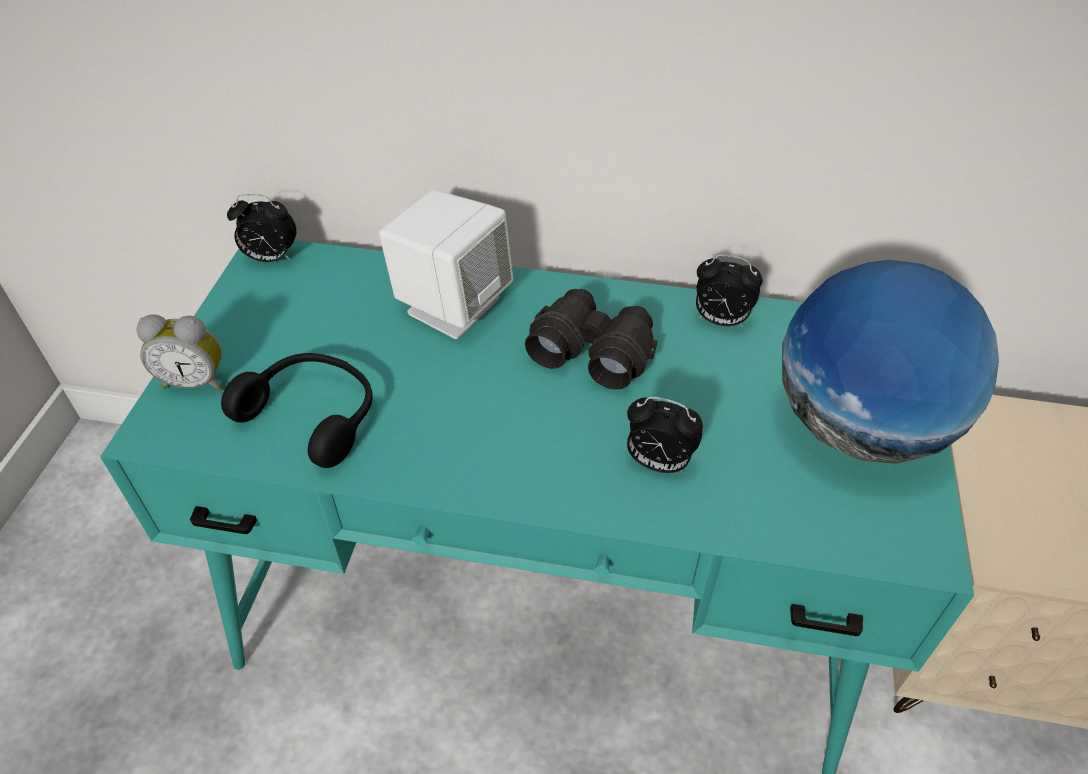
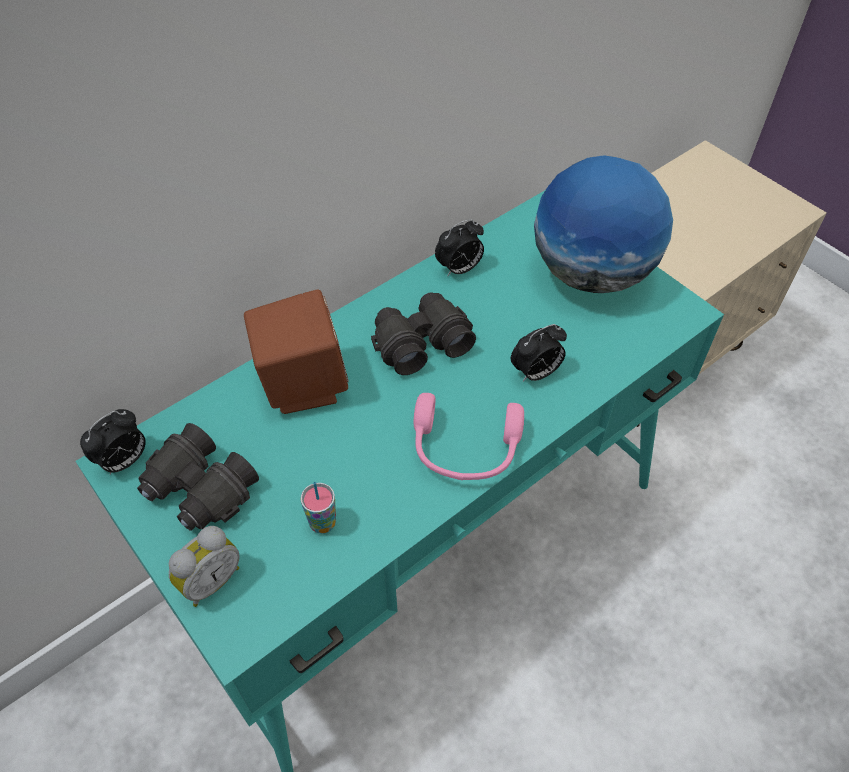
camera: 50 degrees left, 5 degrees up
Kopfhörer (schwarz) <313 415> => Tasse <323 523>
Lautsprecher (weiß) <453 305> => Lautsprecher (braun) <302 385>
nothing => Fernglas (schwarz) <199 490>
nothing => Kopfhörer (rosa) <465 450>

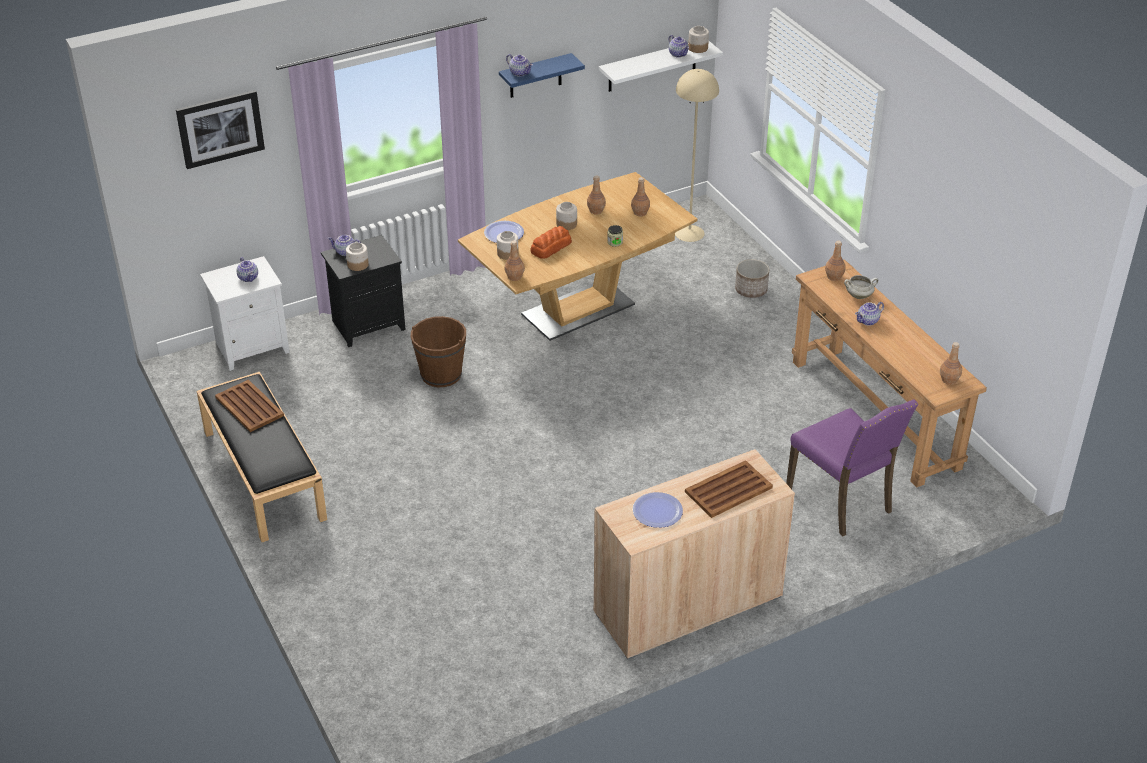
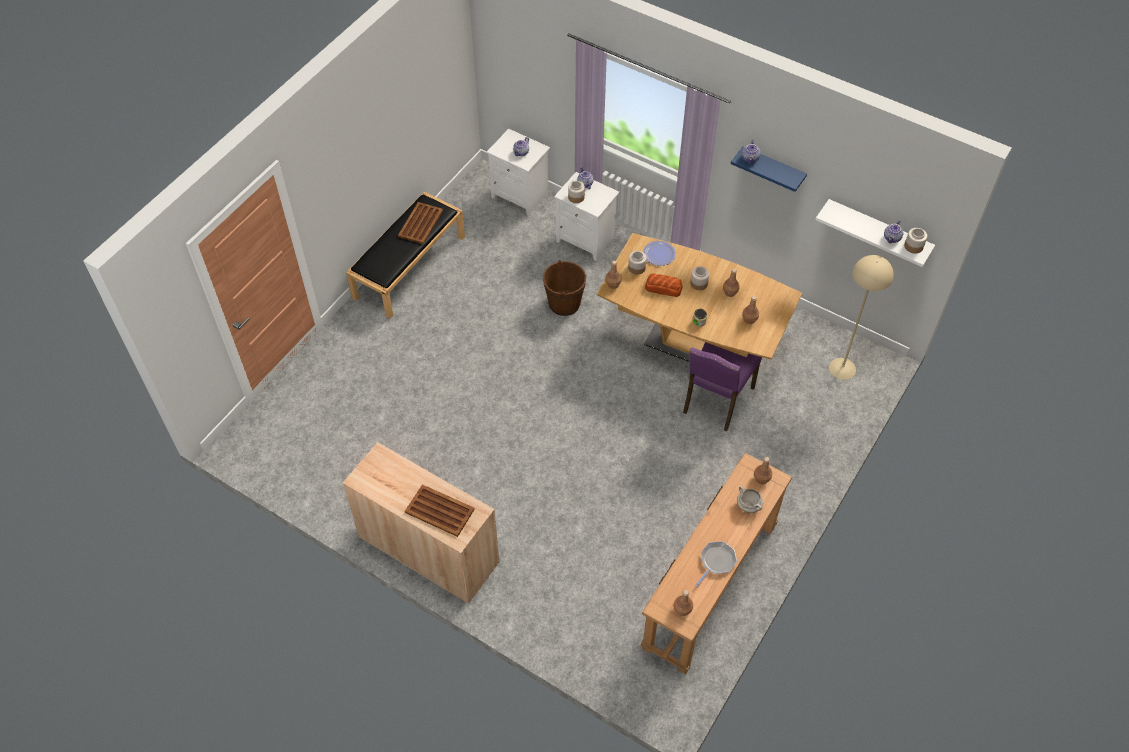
camera: 60 degrees right, 15 degrees up
Bild <220 128> => nothing
Nachttisch (schwarz) <368 324> => Nachttisch (weiß) <587 239>
Teller <657 511> => nothing
Pflanzkübel <751 290> => nothing
Stuhl (lila) <842 501> => Stuhl (lila) <716 400>, move
Teekanne <868 321> => nothing
nothing => Pfanne <716 561>

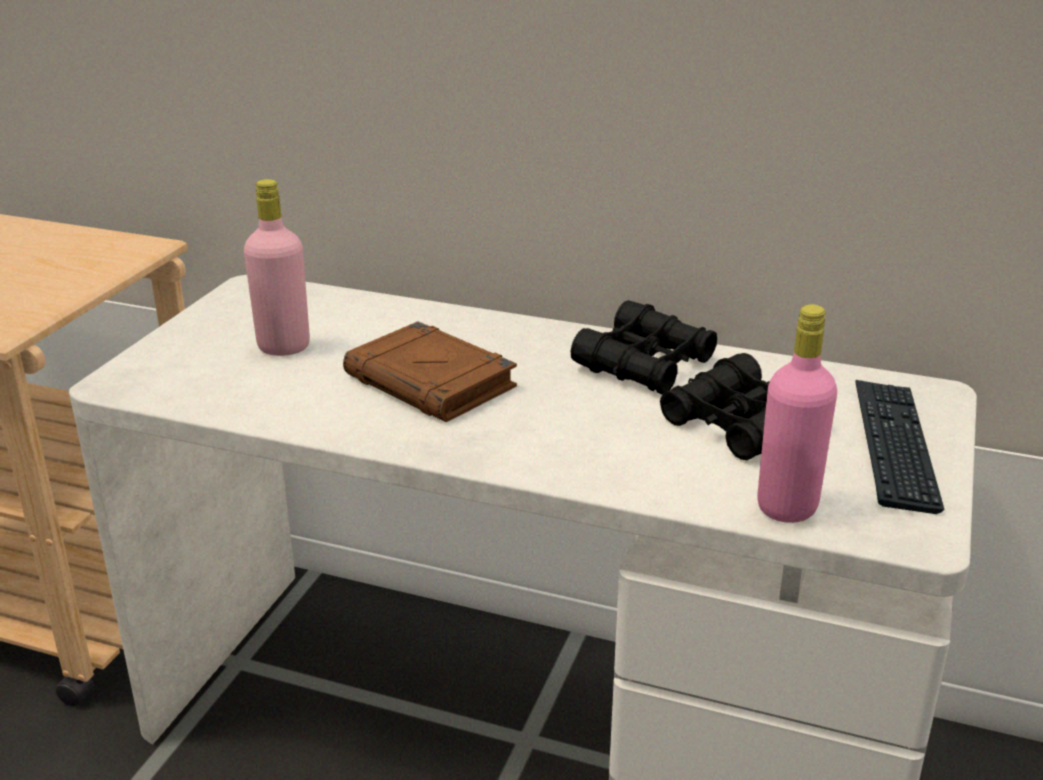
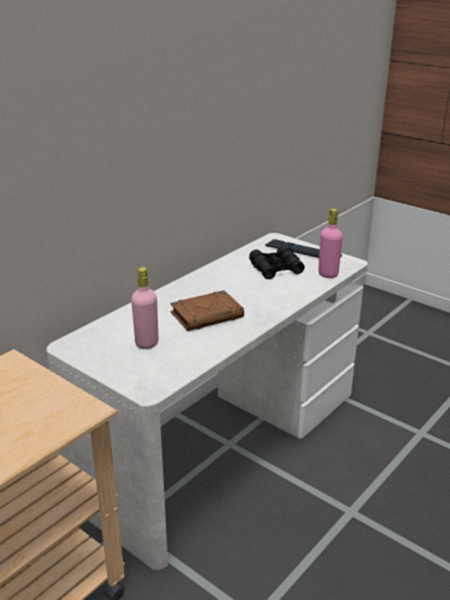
camera: 70 degrees left, 0 degrees up
Fernglas (schwarz) <645 364> => nothing

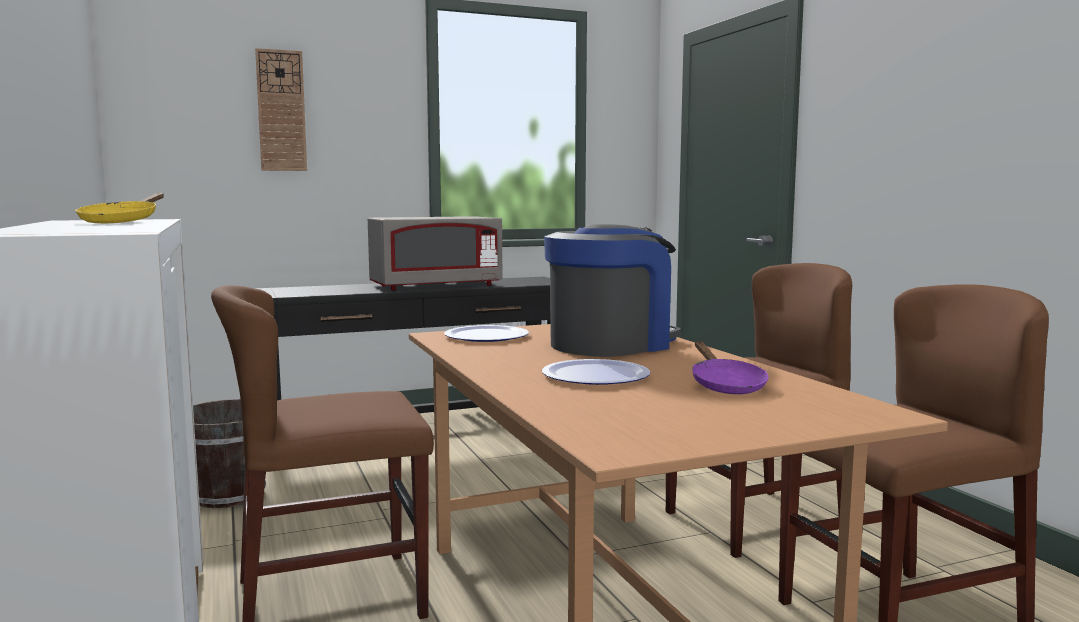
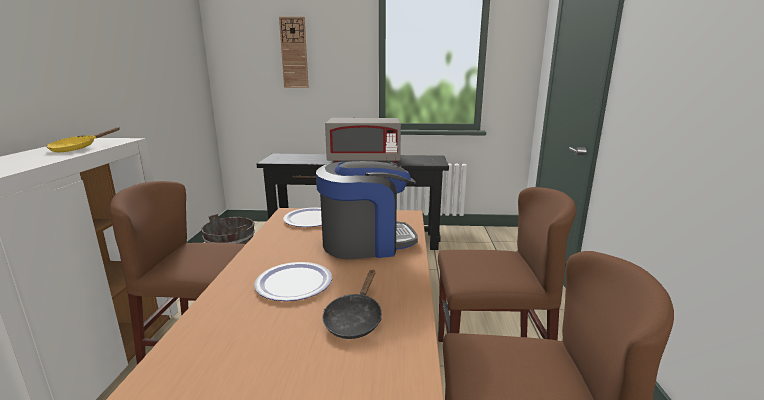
camera: 25 degrees right, 10 degrees up
Pfanne (lila) <725 385> => Pfanne (schwarz) <354 319>

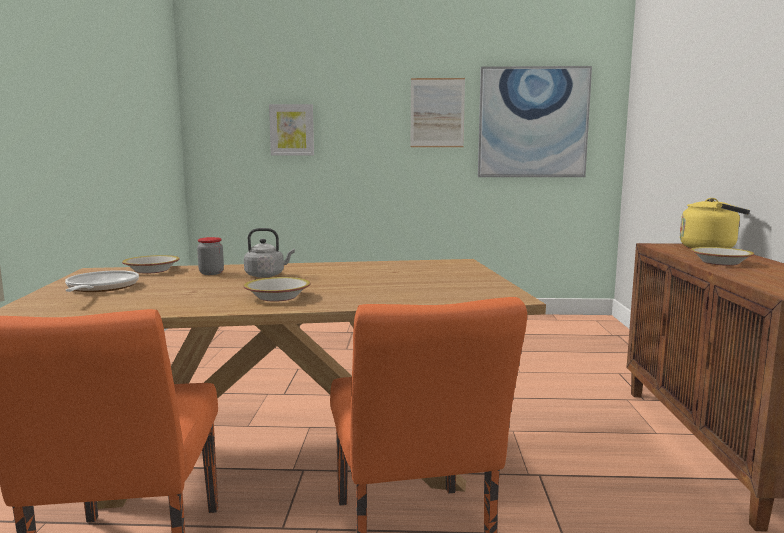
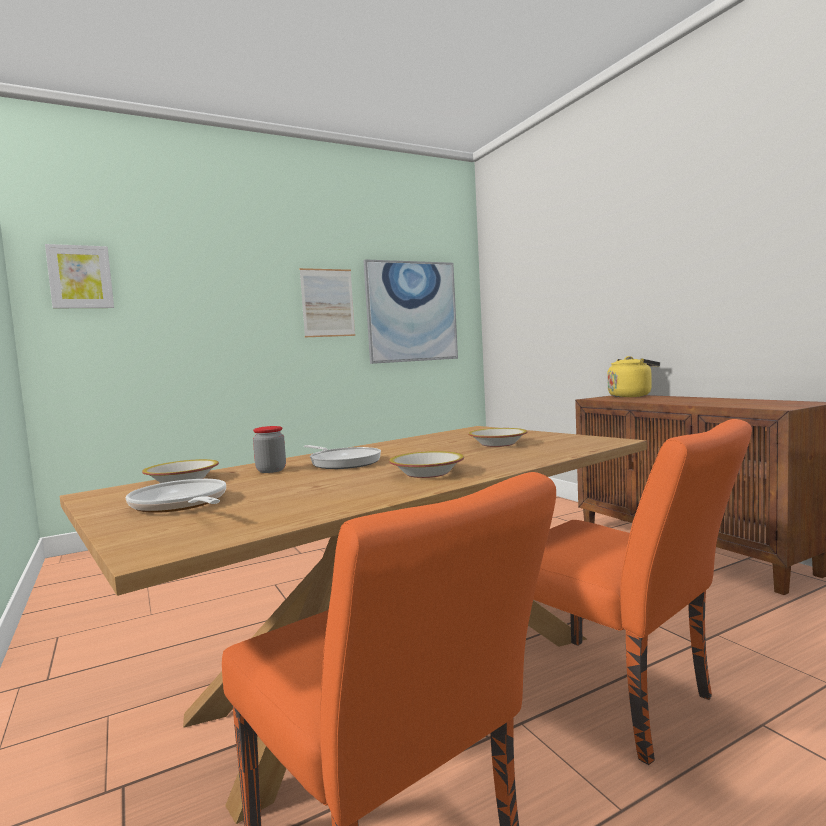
camera: 30 degrees left, 5 degrees down
Wasserkessel (grau) <267 275> => Pfanne <343 462>
Bild <292 130> => Bild <80 277>, move
Schüssel <720 262> => Schüssel <497 444>, move

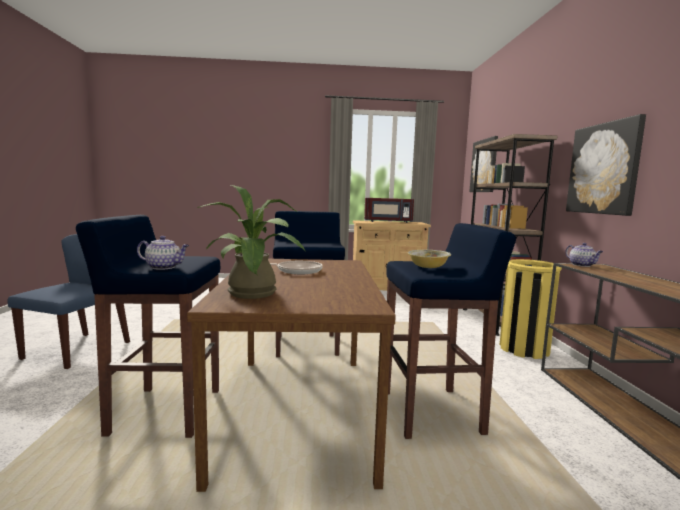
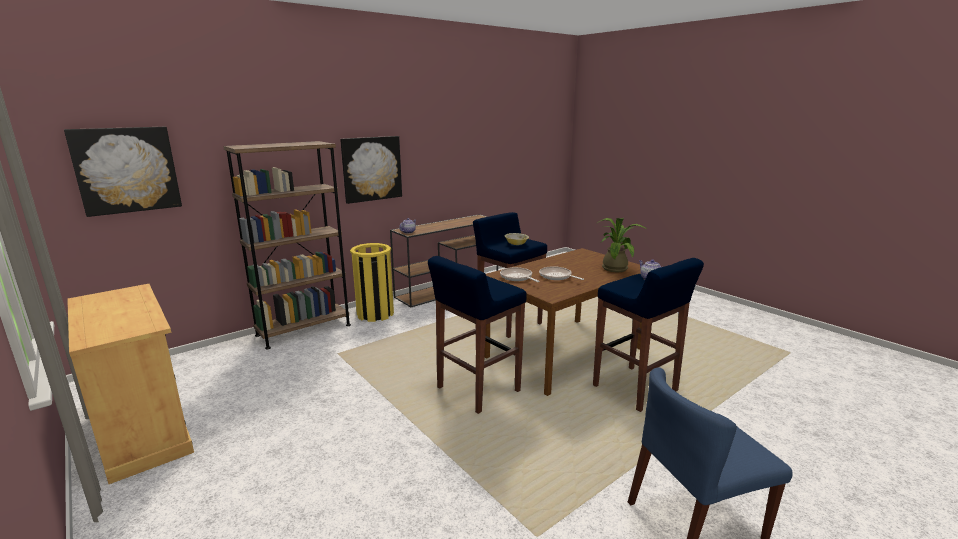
camera: 125 degrees left, 10 degrees up
Mikrowelle (rot) <388 222> => nothing
nothing => Pfanne <517 277>

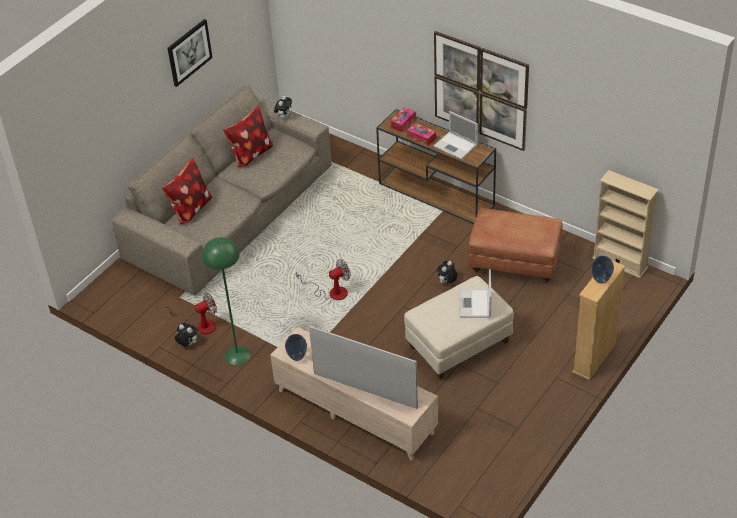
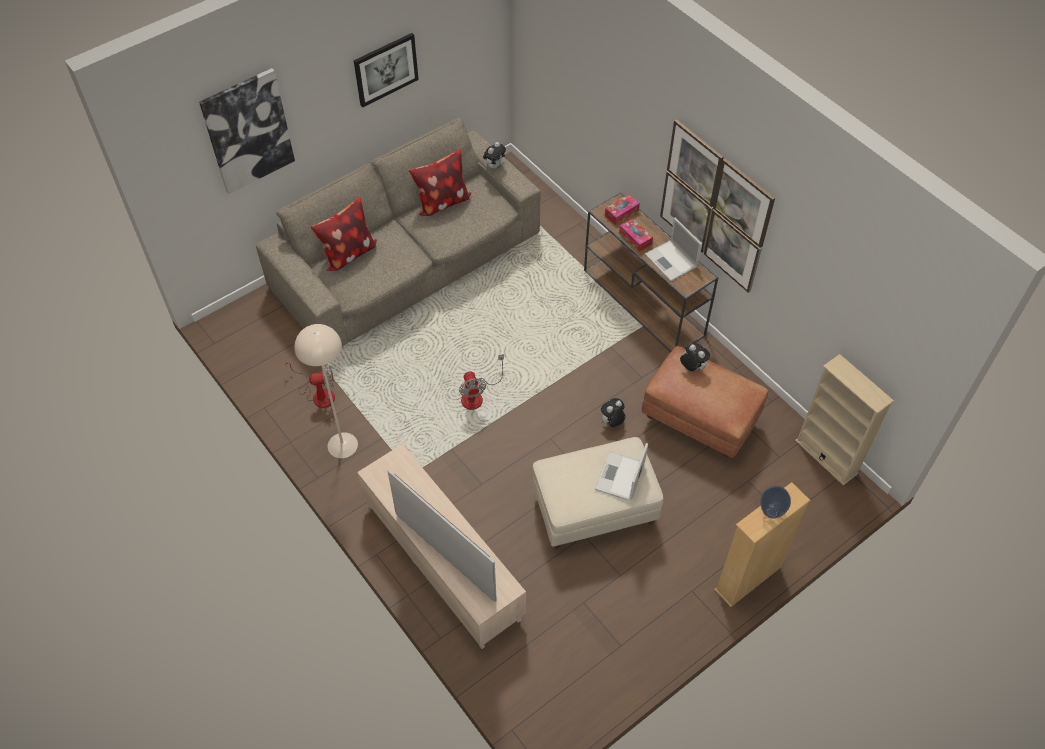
camera: 15 degrees right, 10 degrees up
Plüschtier <187 344> => Plüschtier <692 367>, move
Stehlampe (grün) <237 355> => Stehlampe (beige) <342 445>
Vase <297 357> => nothing
Ventilator <331 292> => Ventilator <477 395>, 90 degrees clockwise
nothing => Bild <248 131>

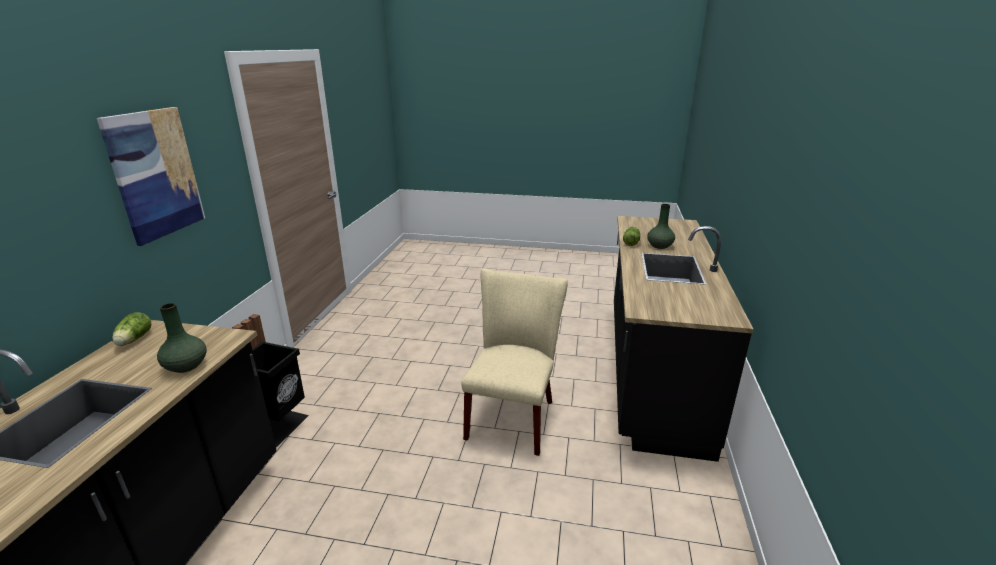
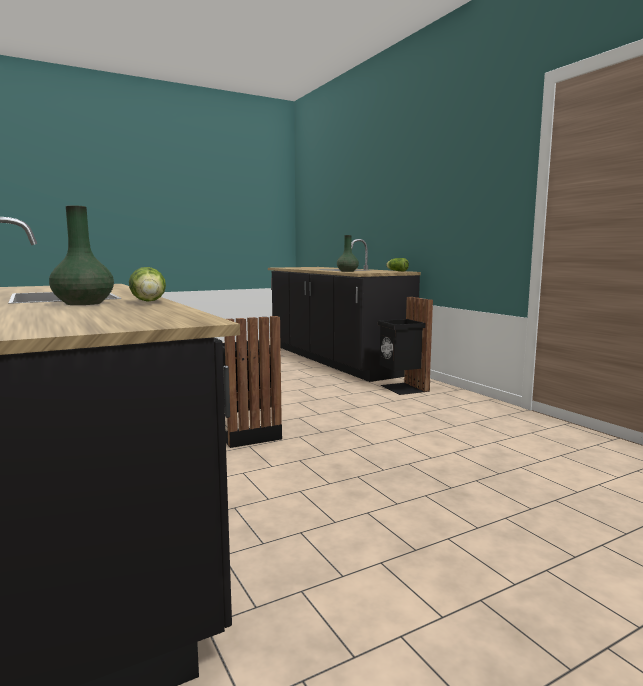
camera: 140 degrees right, 15 degrees down
Bild <155 174> => nothing
Stuhl (beige) <513 415> => Mülleimer (schwarz) <247 435>

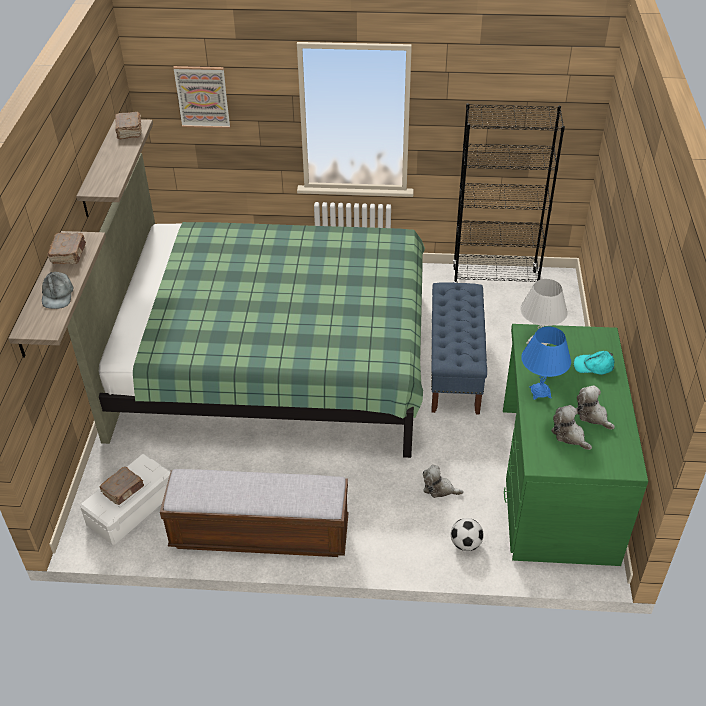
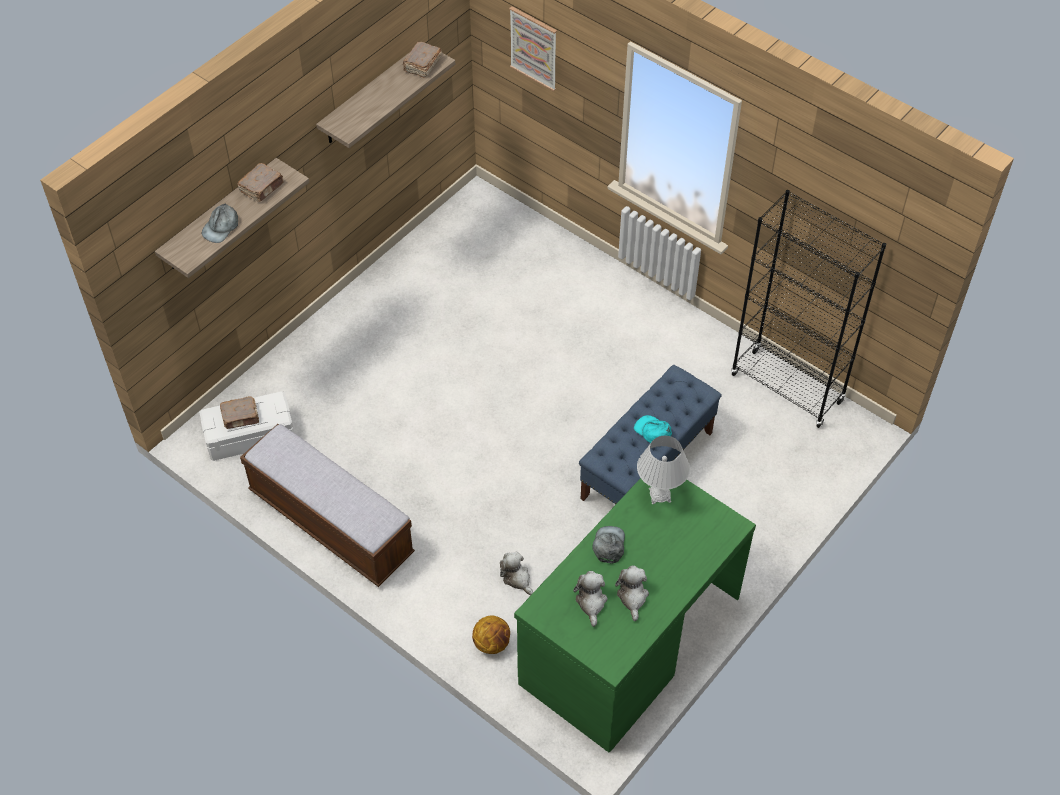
camera: 35 degrees right, 10 degrees up
Bett (grün) <273 359> => nothing
Fußball <466 544> => Basketball <492 643>
Tischlampe (blau) <540 392> => Kappe (grau) <609 545>
Kappe (türkis) <593 366> => Kappe (türkis) <653 431>, move

